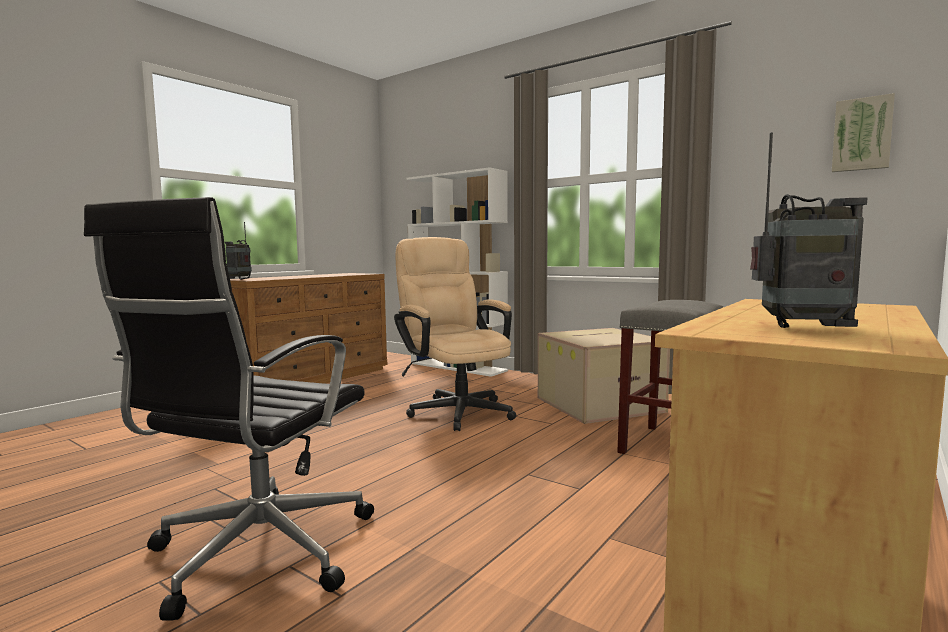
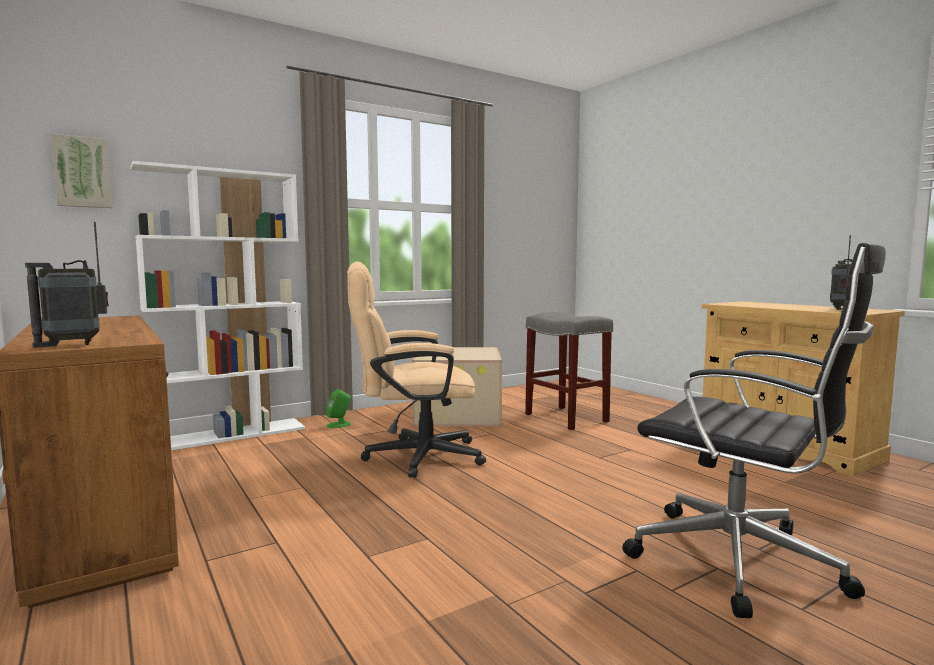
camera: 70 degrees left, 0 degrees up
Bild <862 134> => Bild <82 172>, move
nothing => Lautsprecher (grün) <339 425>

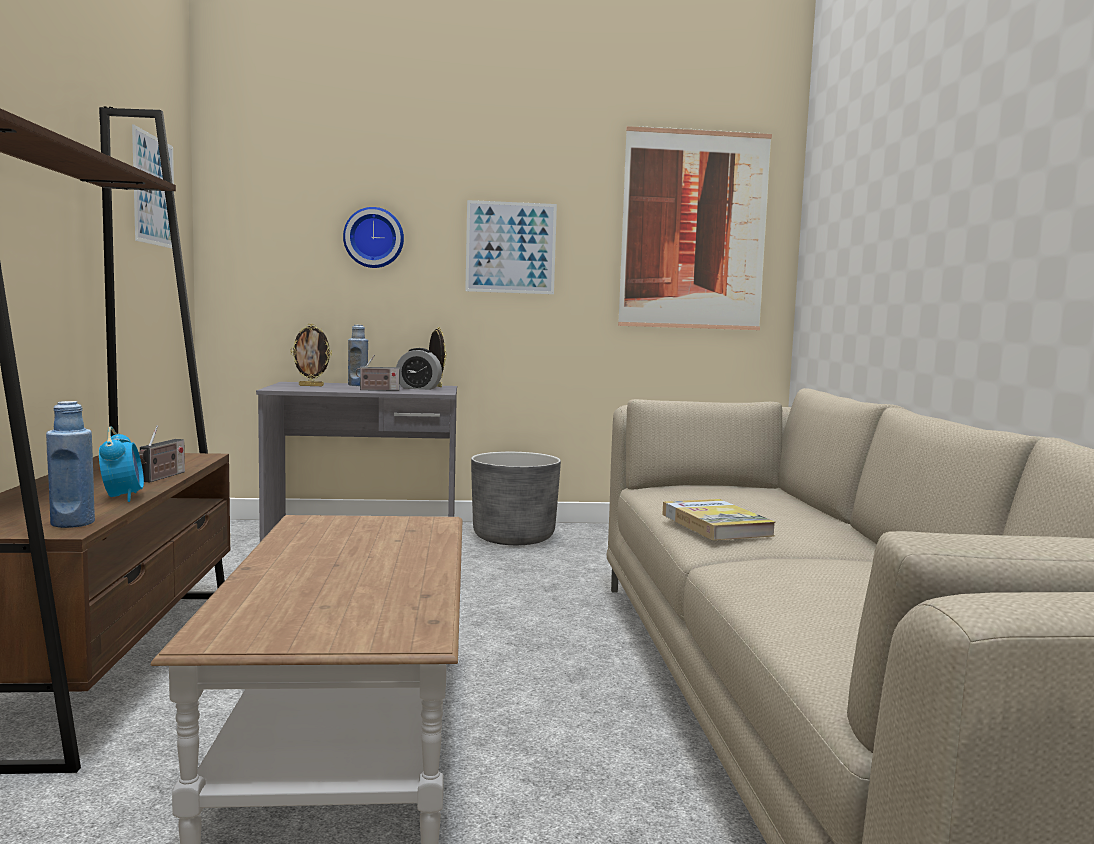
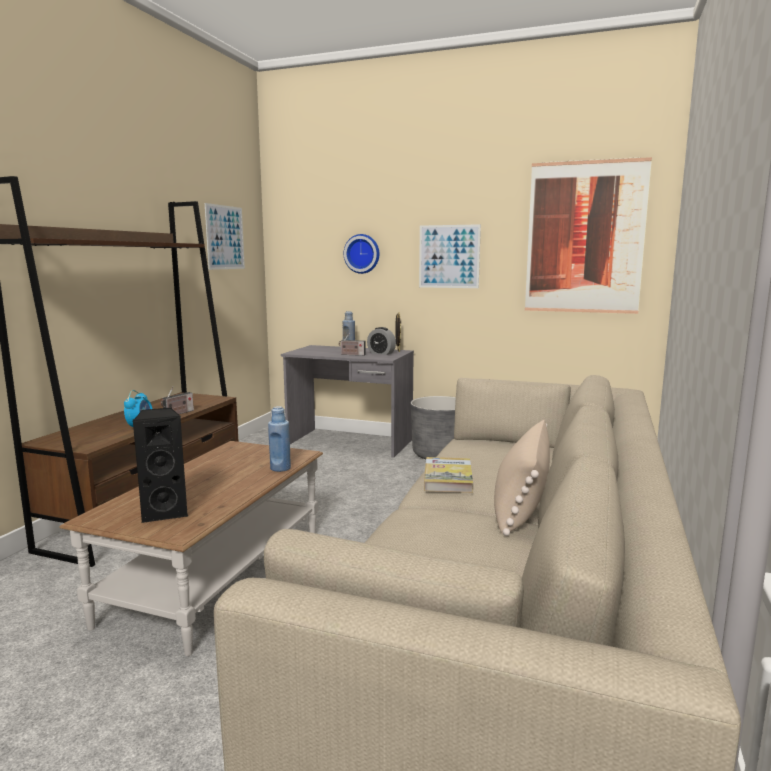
camera: 25 degrees right, 5 degrees up
Flasche (blau) <72 523> => Flasche (blau) <280 468>, move
Bilderrahmen <311 386> => nothing
nothing => Lautsprecher (schwarz) <165 512>
nothing => Kissen (beige) <521 503>

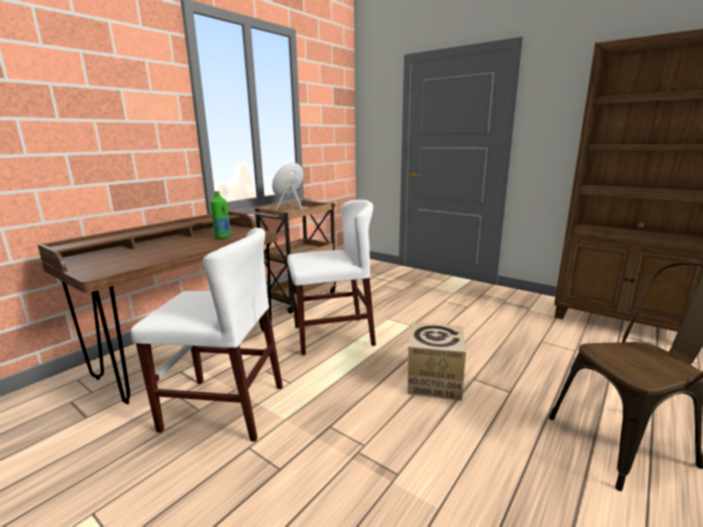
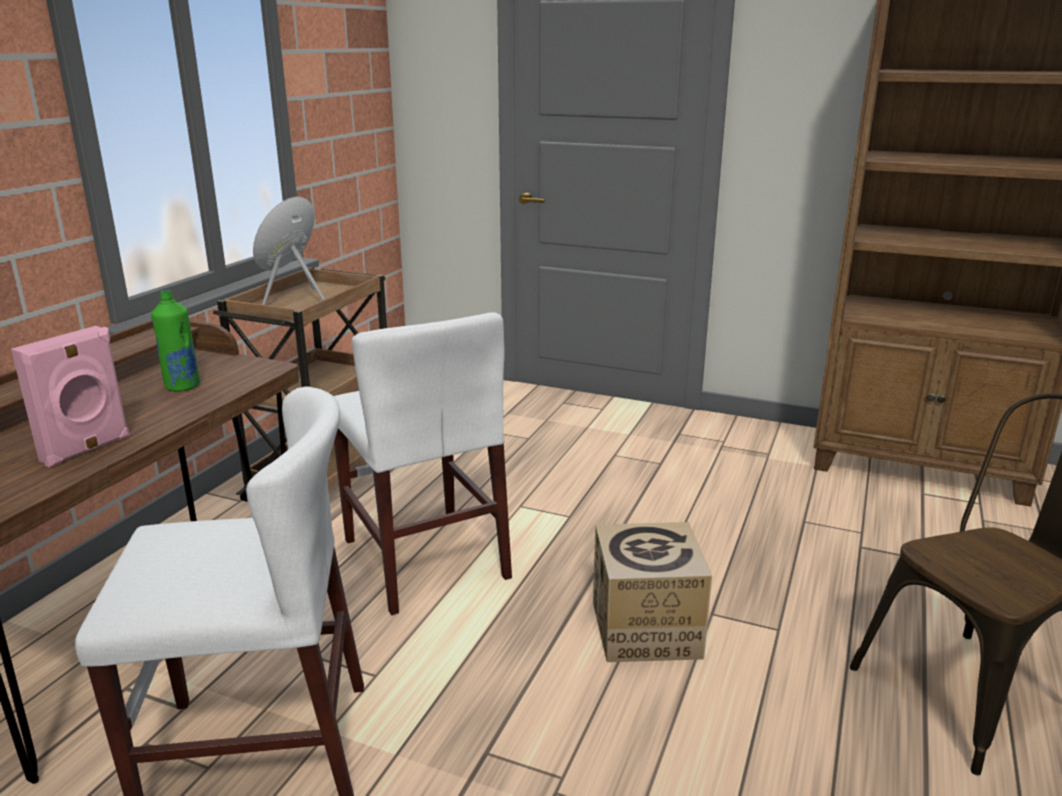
camera: 15 degrees left, 5 degrees up
Stuhl (weiß) <333 335> => Stuhl (weiß) <424 558>, 90 degrees clockwise
nothing => Lautsprecher (rosa) <87 449>

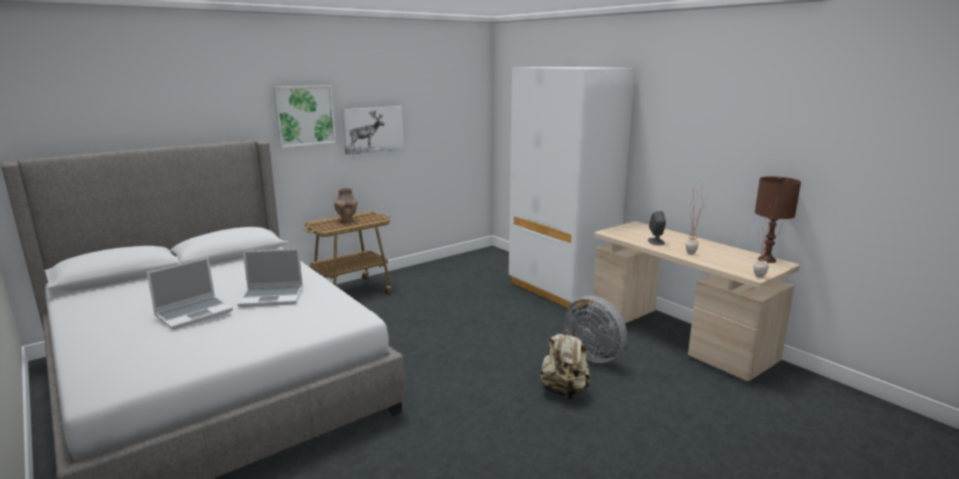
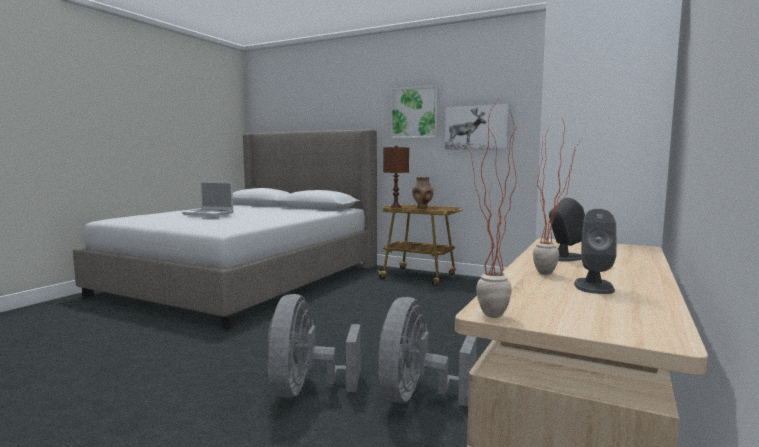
camera: 65 degrees right, 10 degrees down
Laptop <273 297> => nothing
Rucksack (beige) <564 391> => Ventilator (grau) <306 390>
Tischlampe (braun) <766 260> => Tischlampe (braun) <395 207>, move
nothing => Lautsprecher (grau) <593 286>

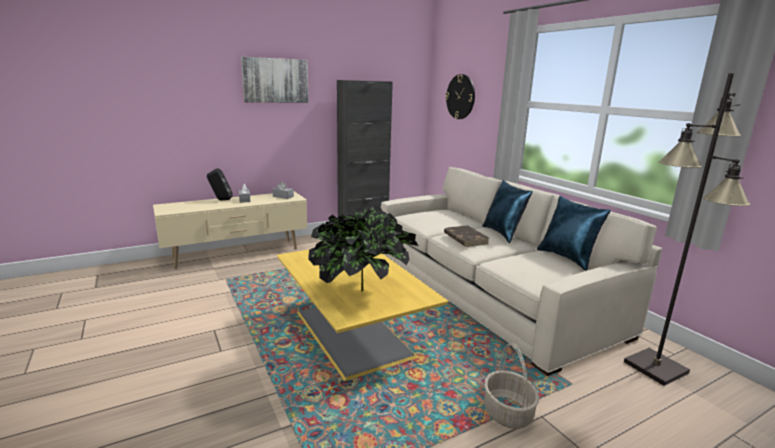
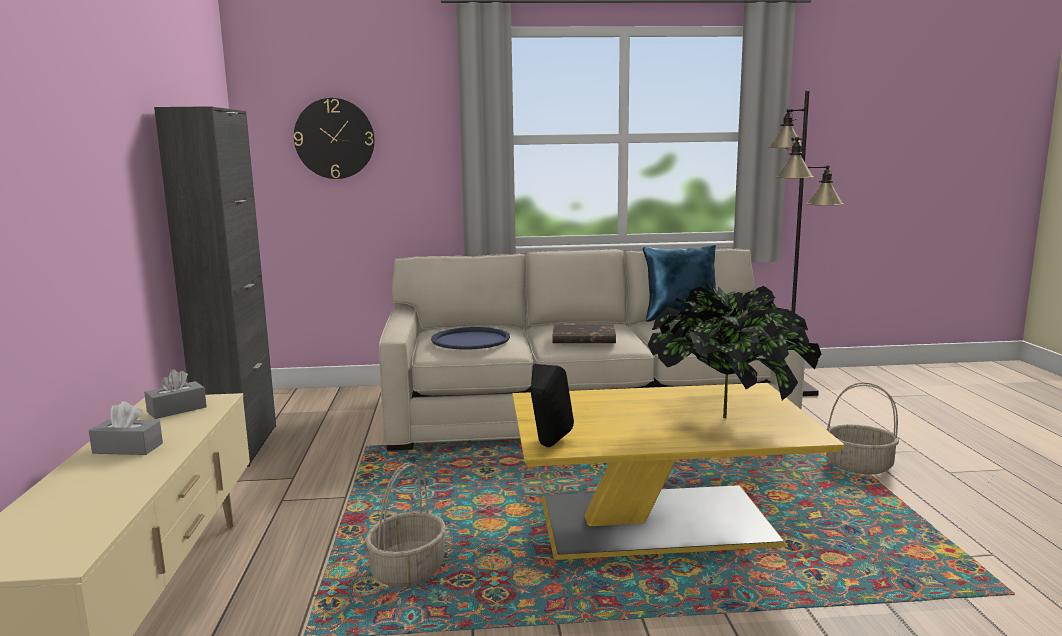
camera: 65 degrees left, 5 degrees down
Lautsprecher (schwarz) <220 200> => Lautsprecher (schwarz) <548 446>, move
Bild <275 80> => nothing
Kissen (blau) <503 234> => nothing
nothing => Korb <408 570>
nothing => Tablett (blau) <470 340>

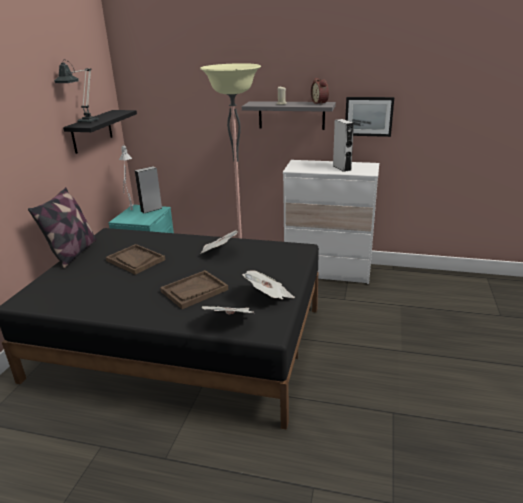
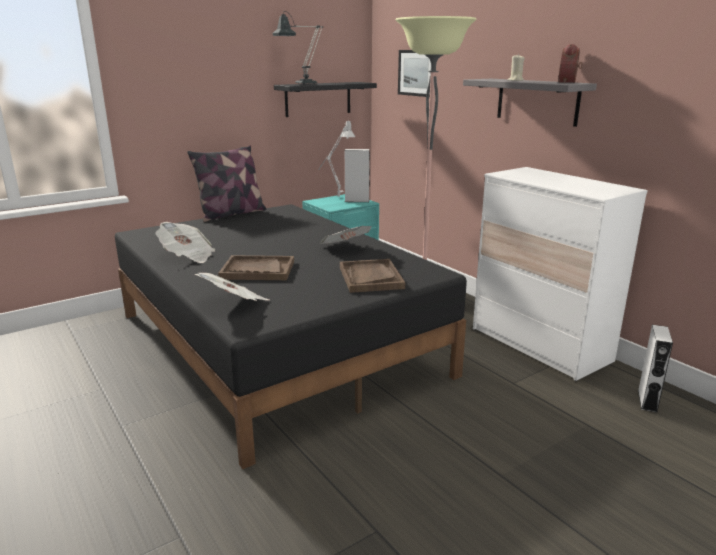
camera: 40 degrees right, 5 degrees down
Tablett (braun) <135 260> => Tablett (braun) <370 277>, move
Zeitung <269 296> => Zeitung <187 256>, move
Lautsprecher (grau) <341 168> => Lautsprecher (grau) <647 401>, move
Bild <368 116> => Bild <417 73>, move

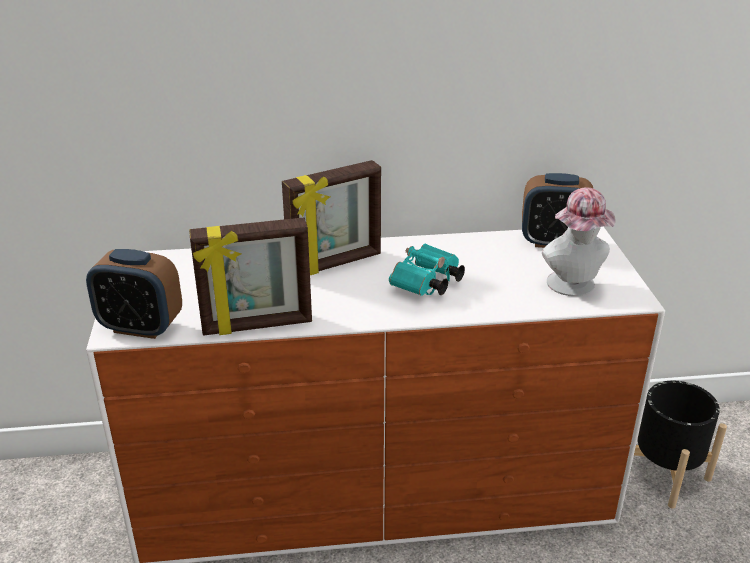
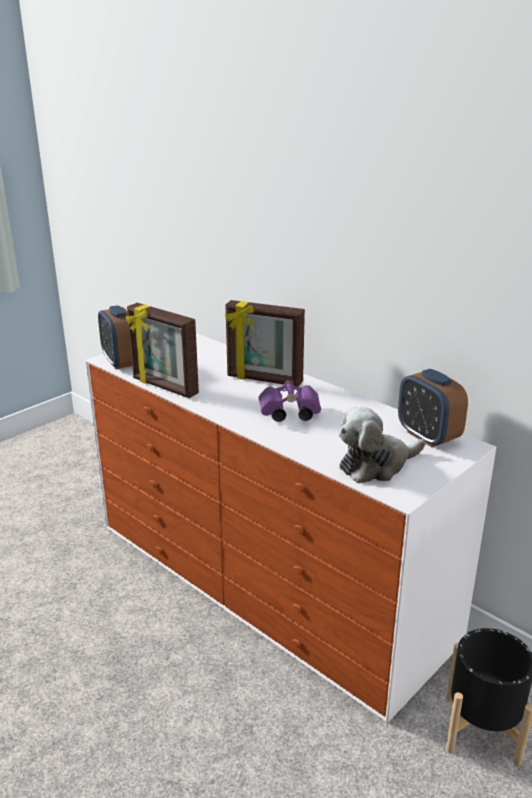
camera: 50 degrees right, 5 degrees down
Fernglas (türkis) <426 284> => Fernglas (lila) <288 414>
Hut <574 287> => Plüschtier <376 465>

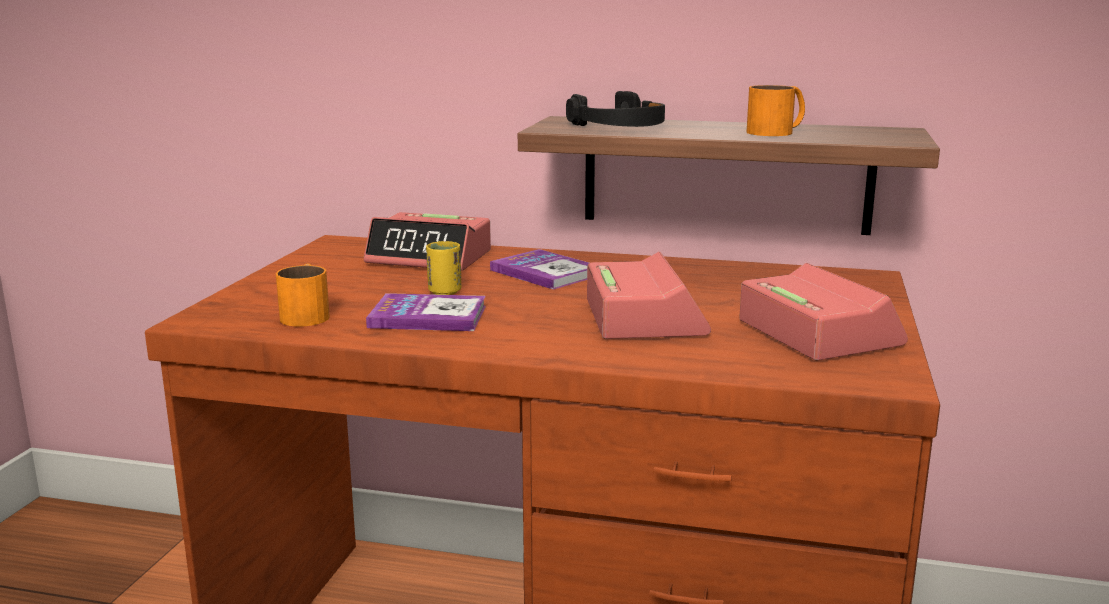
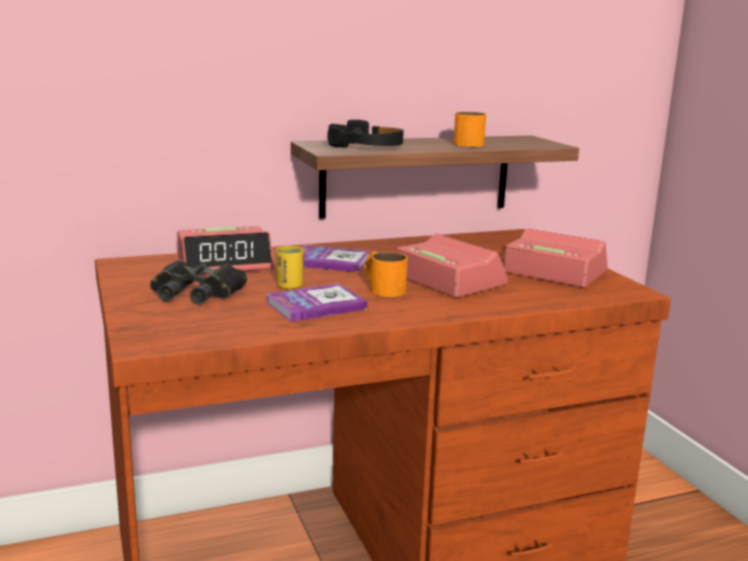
camera: 35 degrees left, 0 degrees up
Henkelbecher (orange) <307 314> => Henkelbecher (orange) <382 288>, move
nothing => Fernglas (schwarz) <196 293>

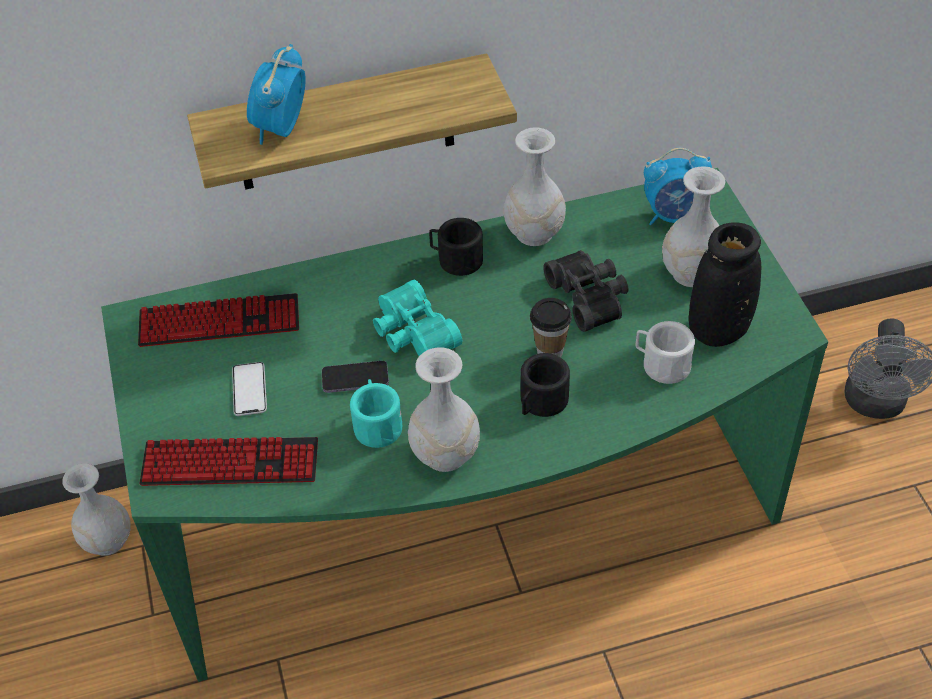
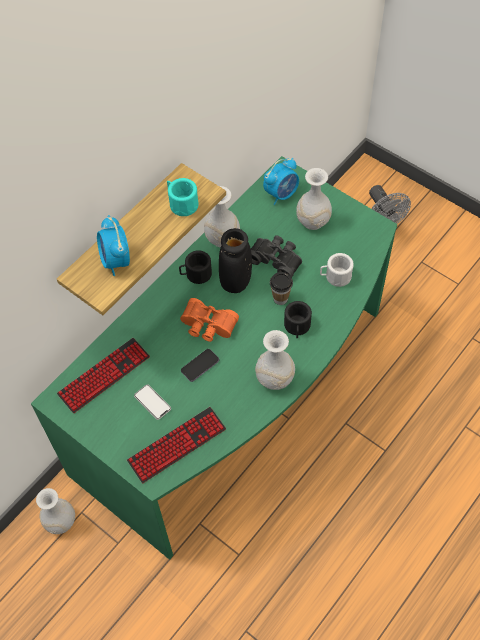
camera: 35 degrees left, 10 degrees up
Henkelbecher (türkis) <377 424> => Henkelbecher (türkis) <181 203>, move
Fernglas (türkis) <412 334> => Fernglas (orange) <207 326>
Vase (schwarz) <718 330> => Vase (schwarz) <235 281>, move

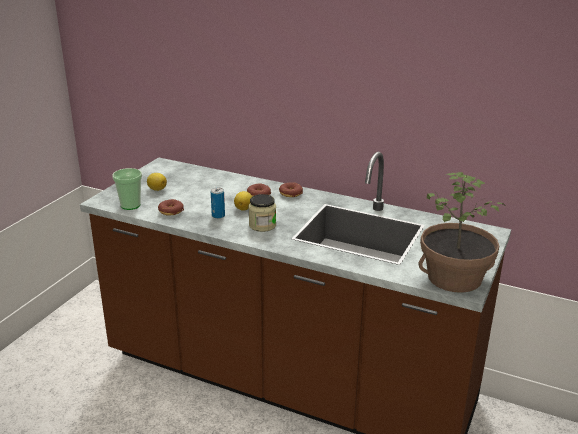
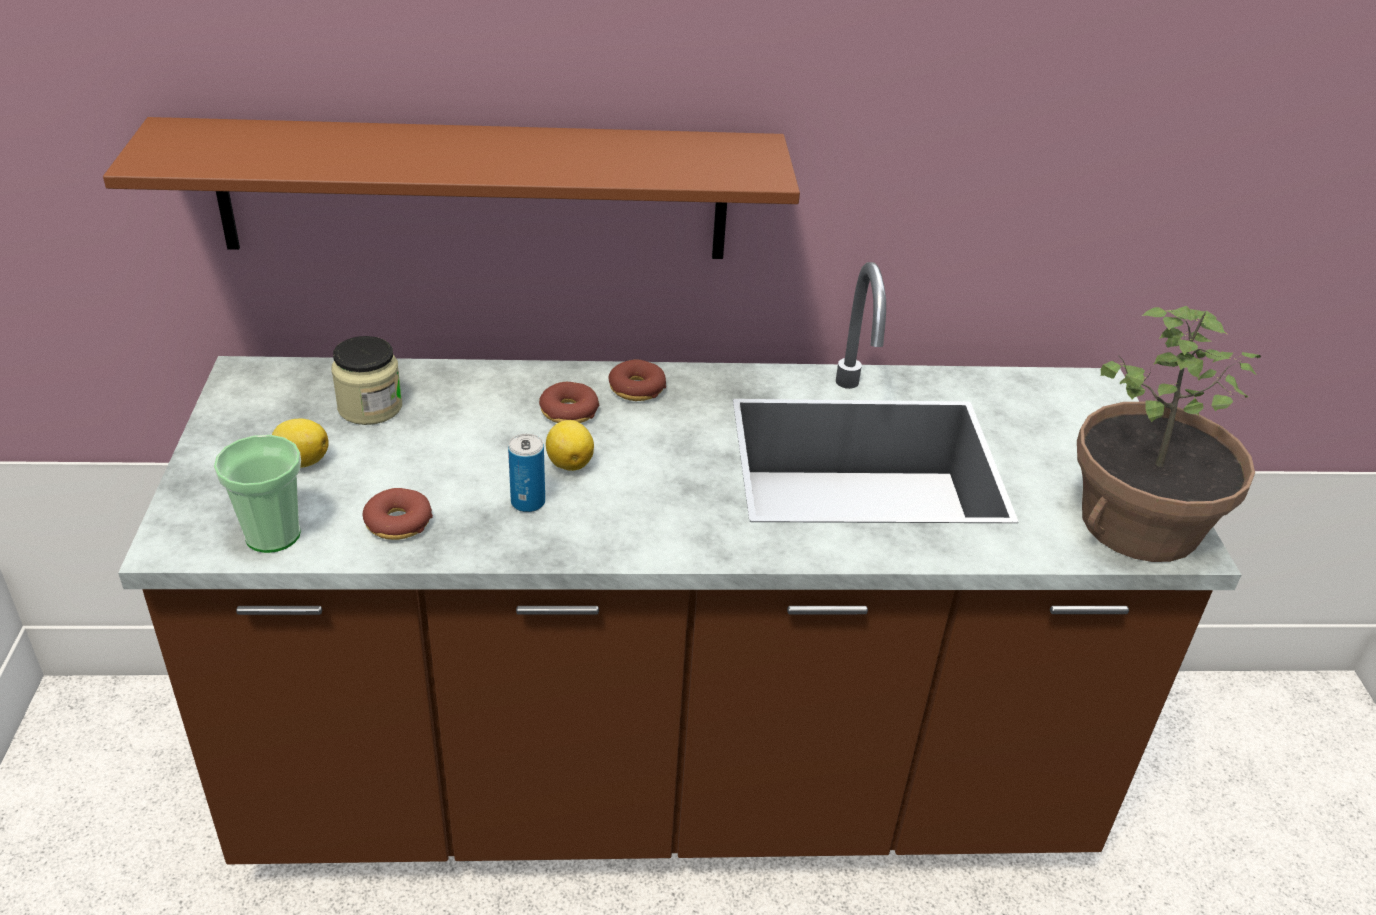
camera: 30 degrees left, 10 degrees up
Vorratsglas <262 225> => Vorratsglas <370 407>, move
nothing => Wandregal (braun) <475 190>

